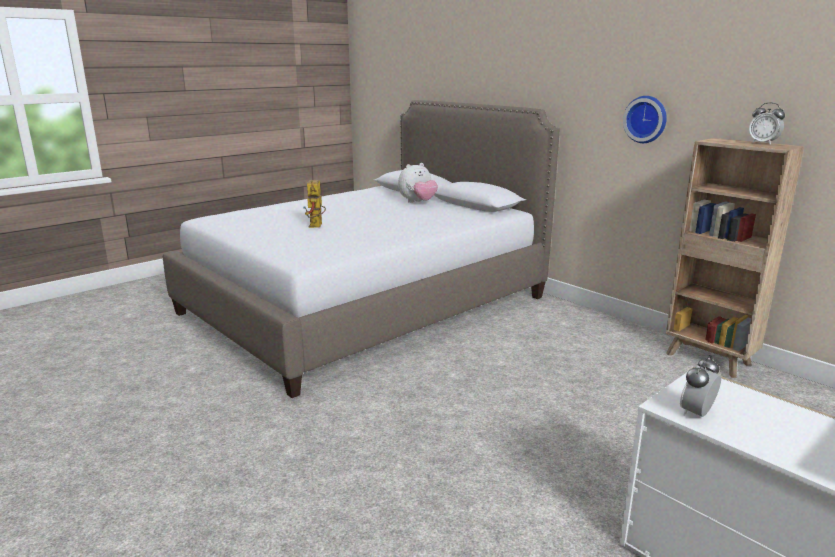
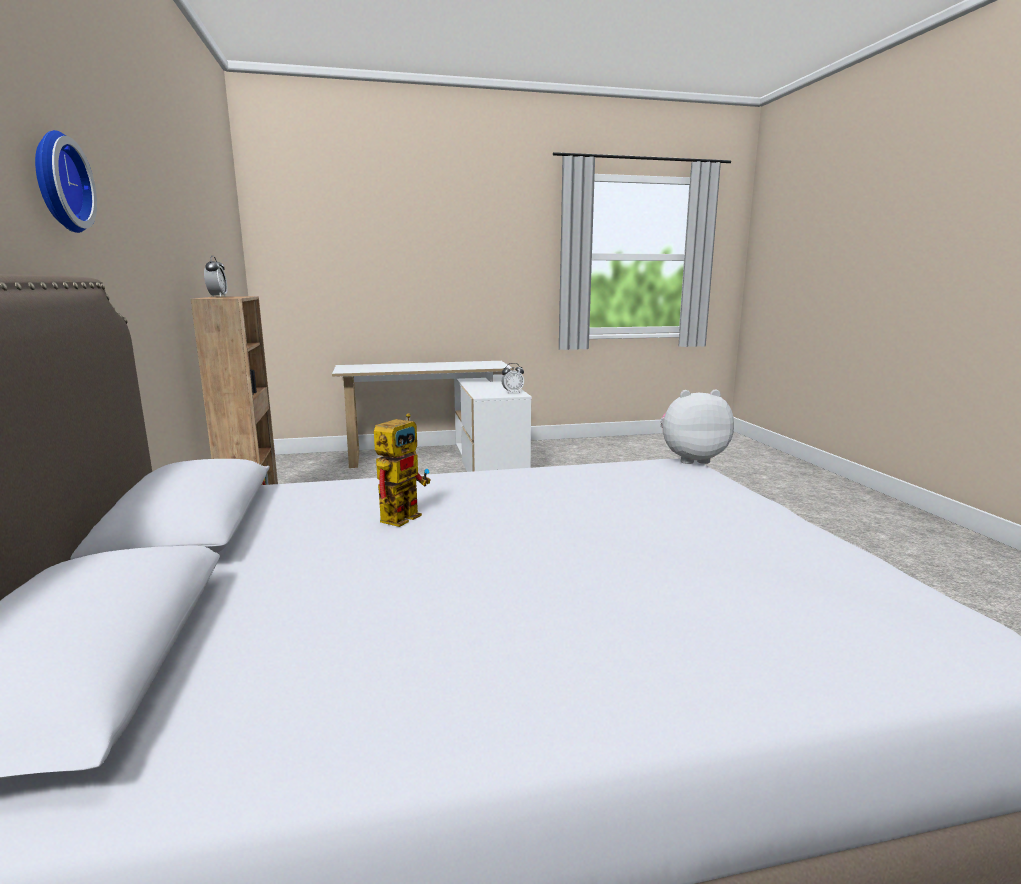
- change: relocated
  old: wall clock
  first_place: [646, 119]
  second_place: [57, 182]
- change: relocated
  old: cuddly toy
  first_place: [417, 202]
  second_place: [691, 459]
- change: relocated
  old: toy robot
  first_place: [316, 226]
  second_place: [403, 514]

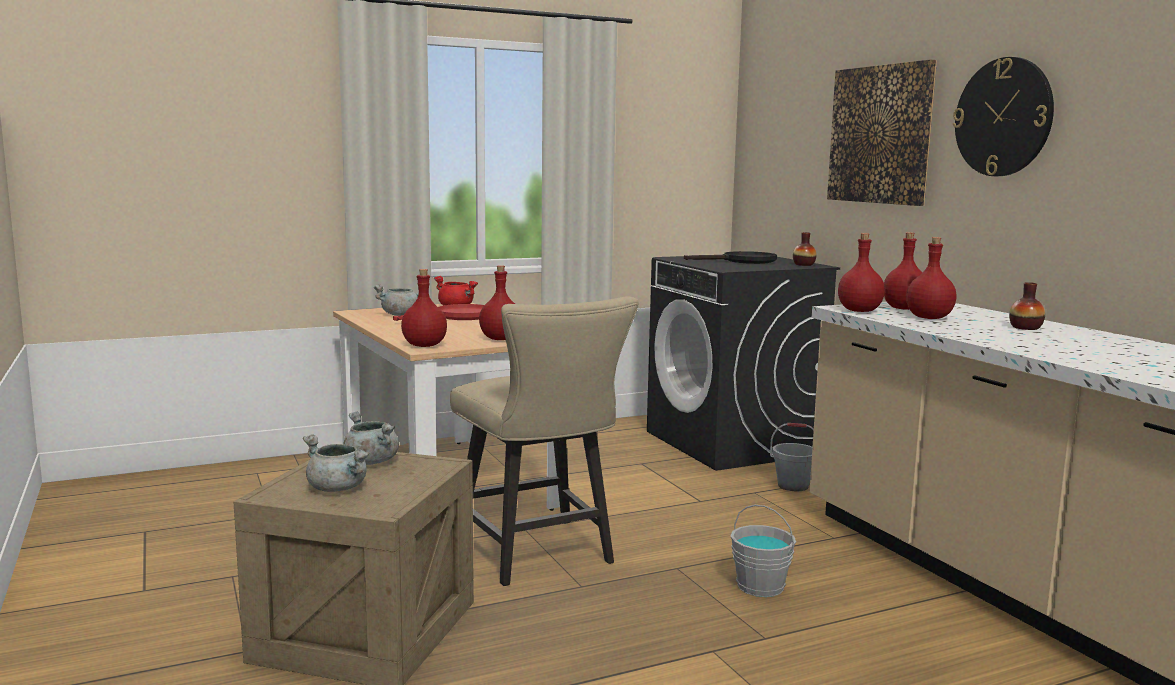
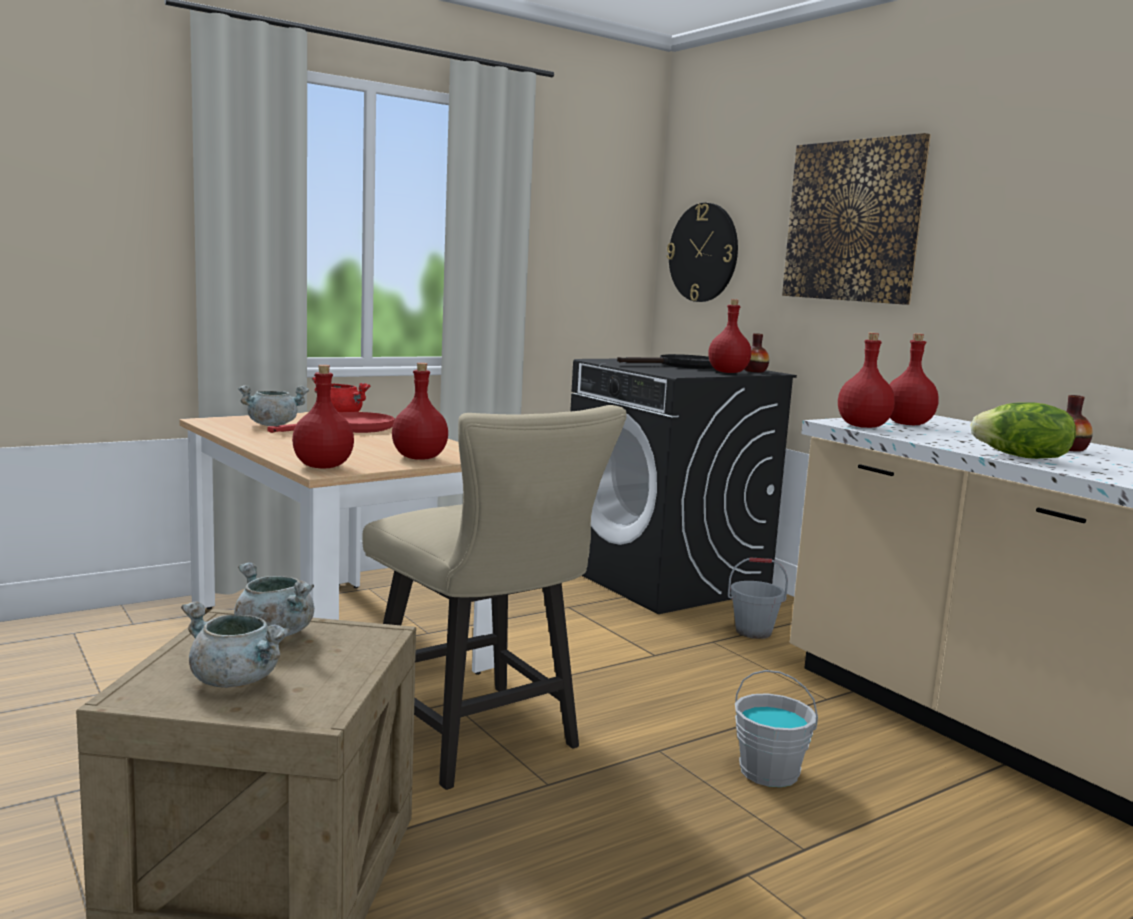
- change: relocated
  old: wall clock
  first_place: [1003, 117]
  second_place: [703, 252]
- change: relocated
  old: red beverage bottle
  first_place: [929, 318]
  second_place: [728, 372]
- change: appeared
  new: head of lettuce
  second_place: [1022, 457]

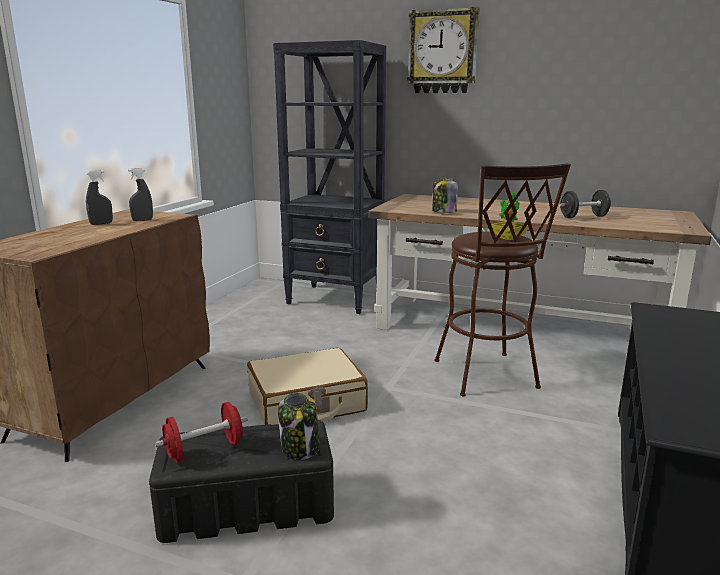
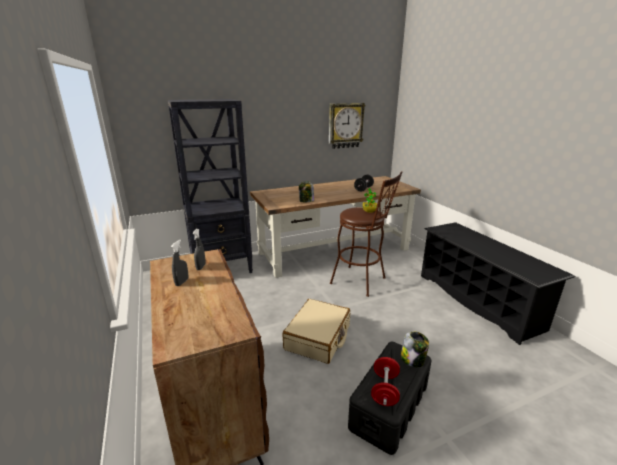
- change: relocated
  old: wall clock
  first_place: [443, 52]
  second_place: [345, 125]

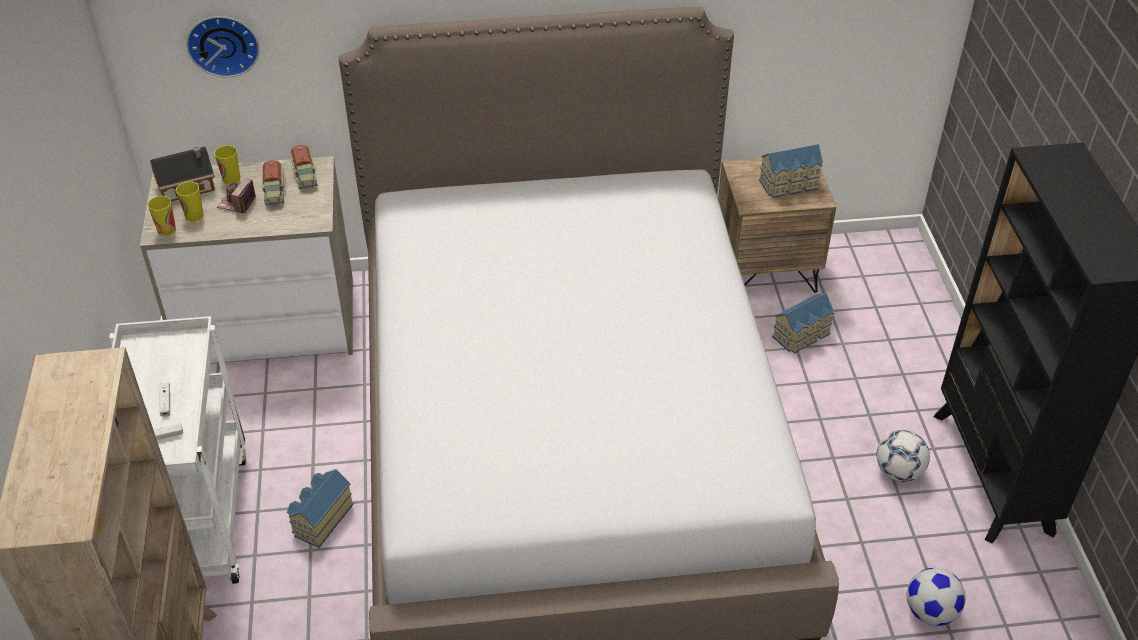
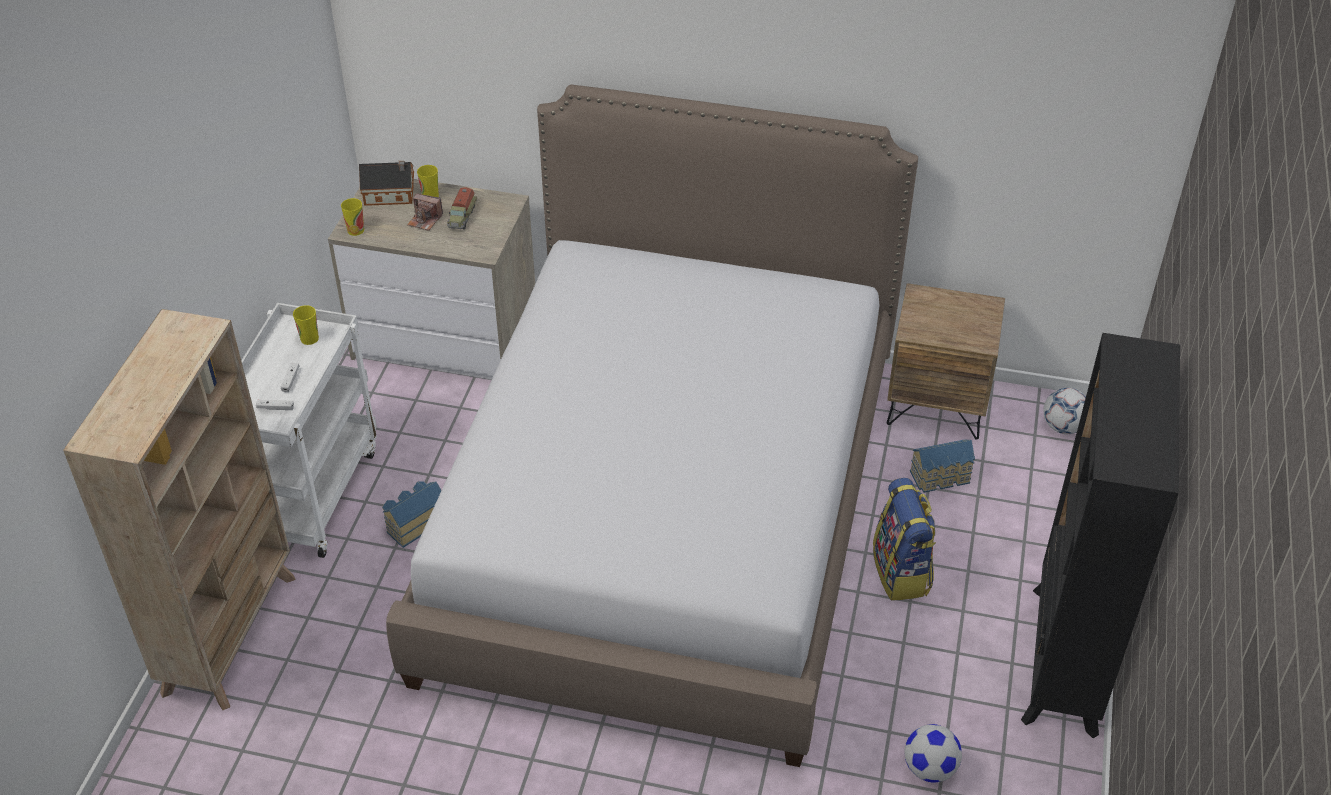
- change: missing
  old: wall clock
  first_place: [223, 43]
- change: missing
  old: model house
  first_place: [790, 184]
- change: missing
  old: toy lorry
  first_place: [305, 175]
- change: spun
  old: photo camera
  first_place: [237, 203]
  second_place: [425, 220]
  degrees: -105
- change: relocated
  old: drinking cup
  first_place: [194, 215]
  second_place: [309, 338]
- change: relocated
  old: ball for football
  first_place: [898, 472]
  second_place: [1063, 427]
- change: appeared
  new: knapsack
  second_place: [902, 572]

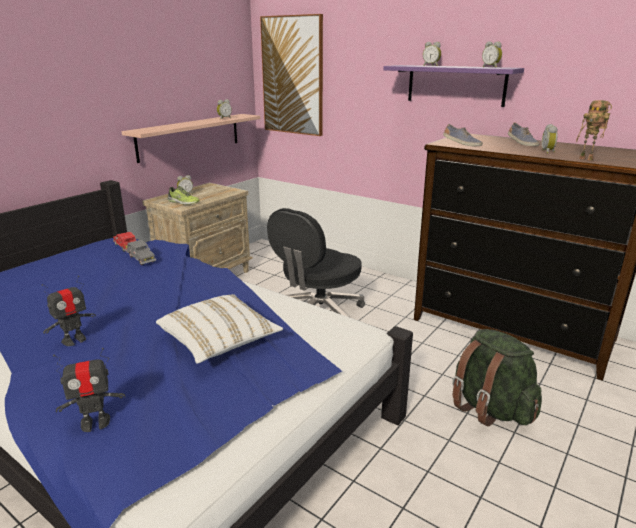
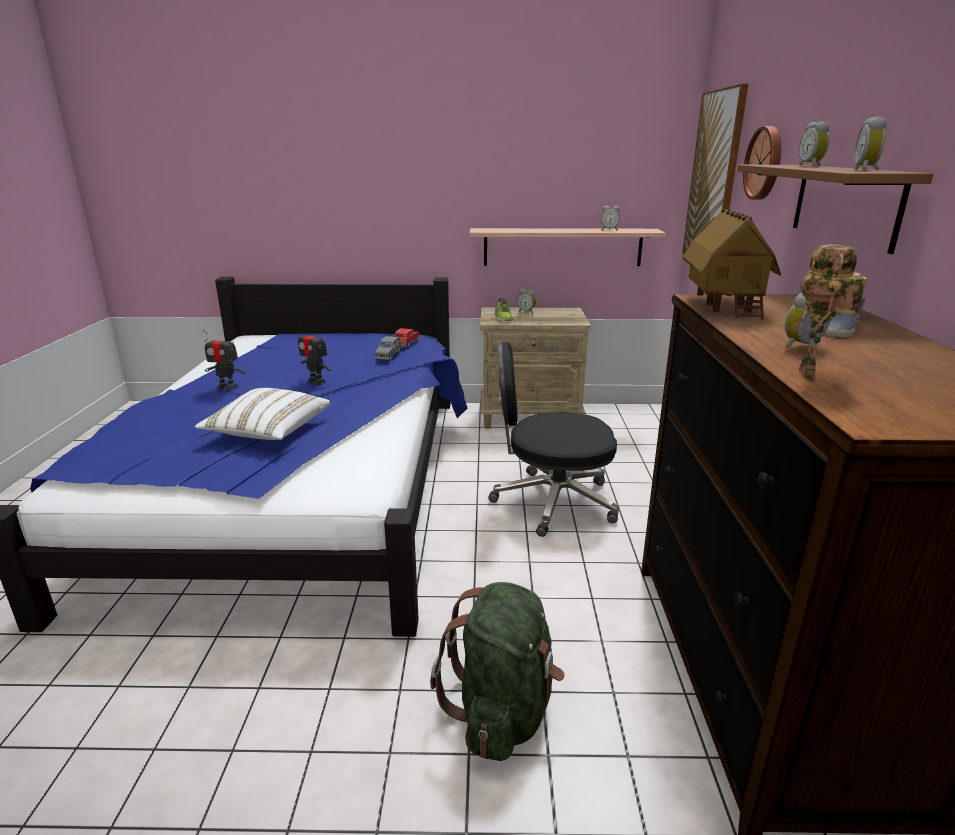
- change: colour
  old: purple bracket shelf
  new: brown-coloured bracket shelf
  first_place: [455, 85]
  second_place: [844, 204]
- change: exchanged
  old: item of footwear
  new: model house
  first_place: [461, 144]
  second_place: [722, 305]
- change: relocated
  old: toy robot
  first_place: [95, 423]
  second_place: [316, 381]
- change: appeared
  new: wall clock
  second_place: [765, 163]

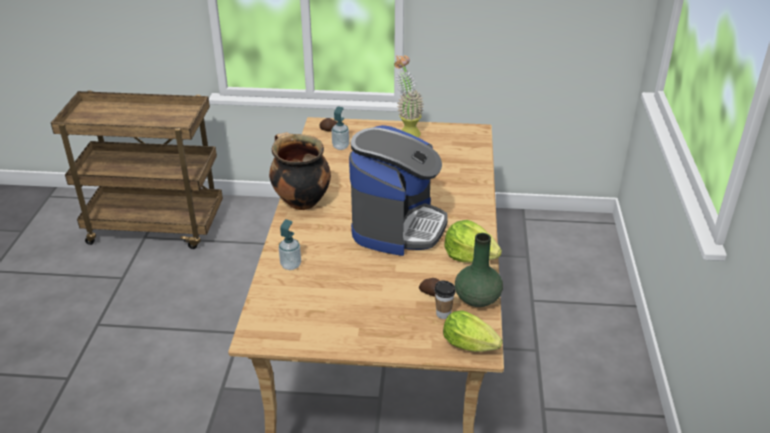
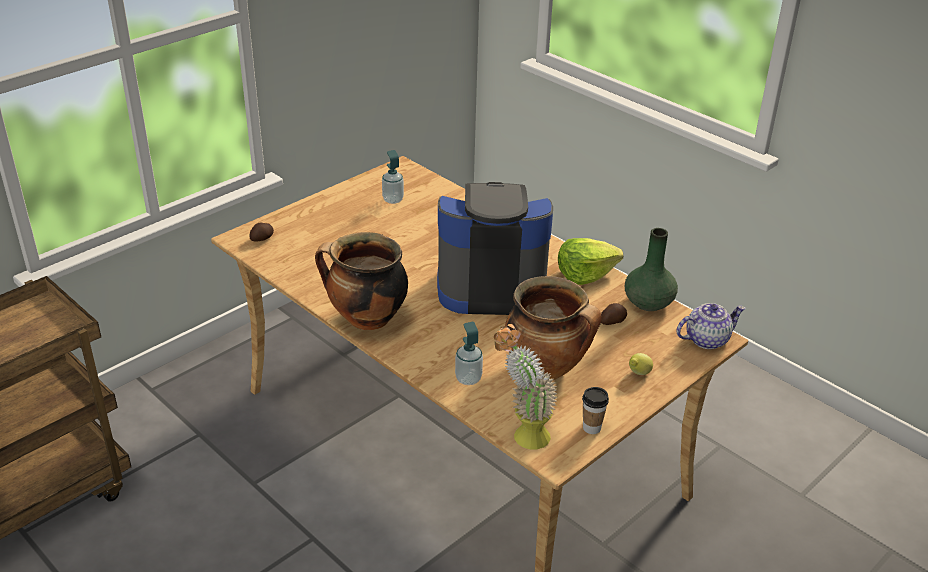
- change: relocated
  old: plant in a pot
  first_place: [406, 131]
  second_place: [522, 436]
- change: relocated
  old: soap dispenser
  first_place: [340, 146]
  second_place: [393, 200]
- change: spun
  old: coffee maker
  first_place: [397, 226]
  second_place: [491, 287]
  degrees: -60
- change: relocated
  old: drinking cup
  first_place: [443, 314]
  second_place: [591, 428]
- change: exchanged
  old: head of lettuce
  new: teapot
  first_place: [472, 346]
  second_place: [707, 339]
- change: appeared
  new: stockpot
  second_place: [547, 369]
- change: appeared
  new: lemon
  second_place: [638, 374]

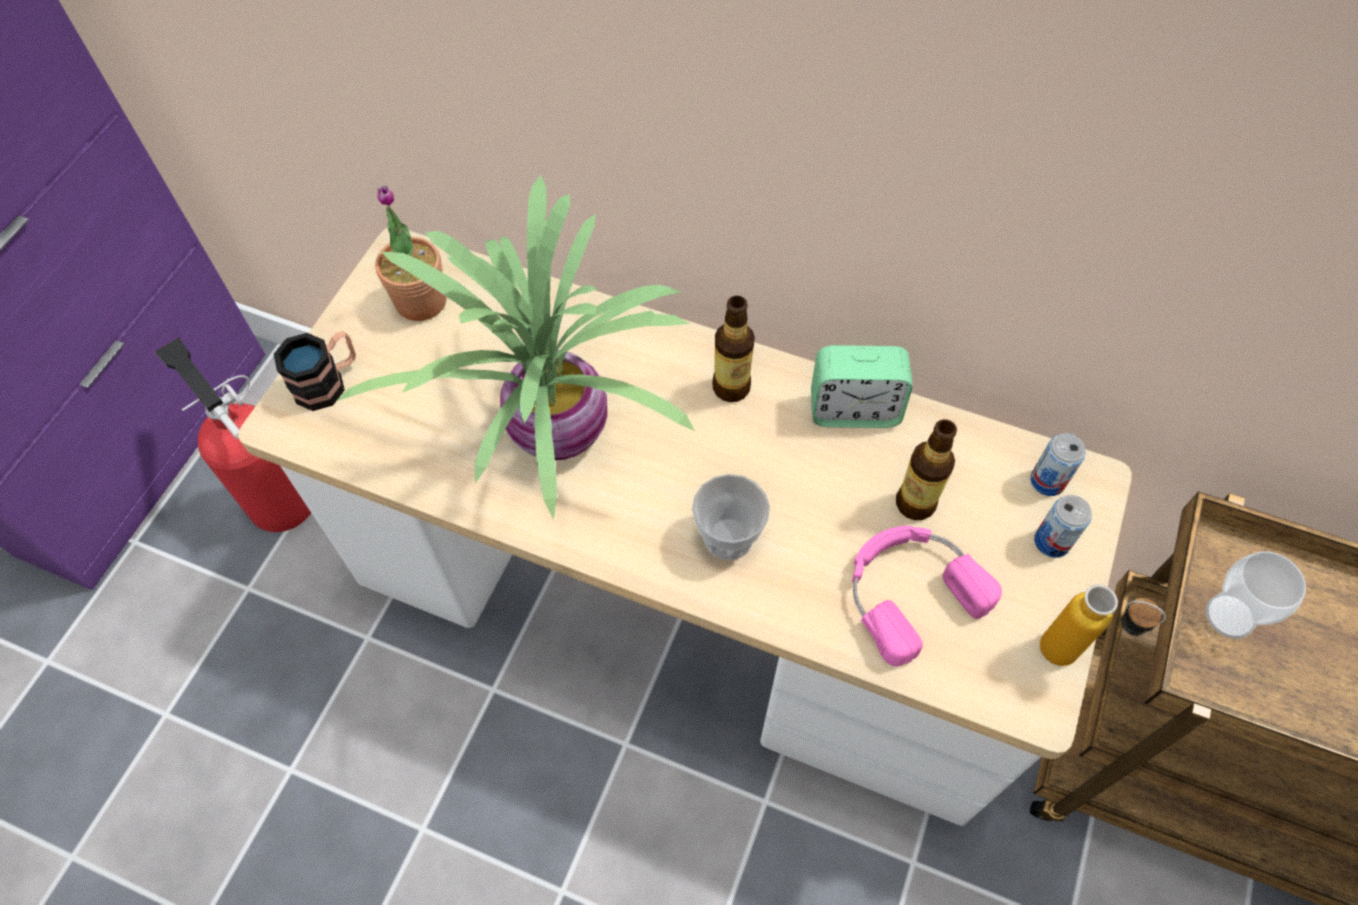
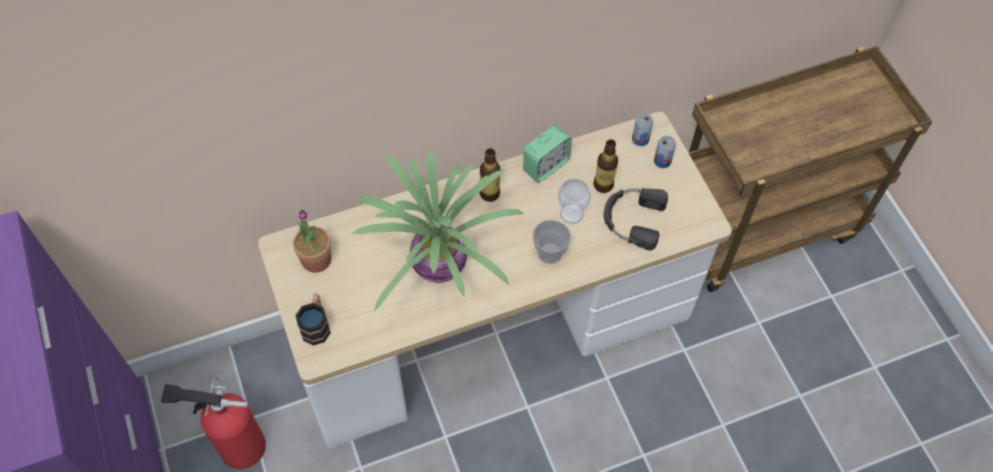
- change: colour
  old: pink-coloured pair of headphones
  new: black pair of headphones
  first_place: [909, 591]
  second_place: [632, 219]
- change: relocated
  old: drinking cup
  first_place: [1229, 616]
  second_place: [571, 214]
- change: missing
  old: beverage bottle
  first_place: [1074, 656]

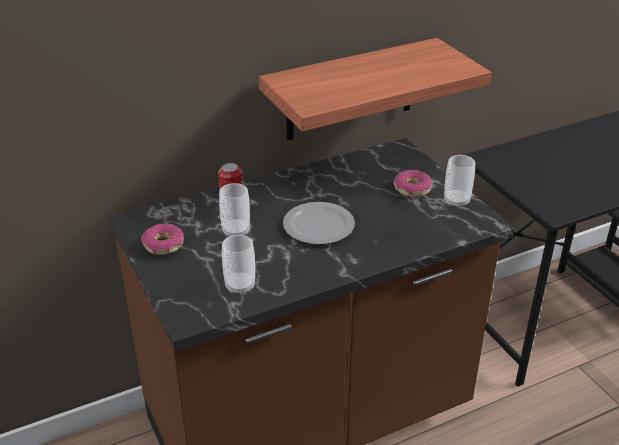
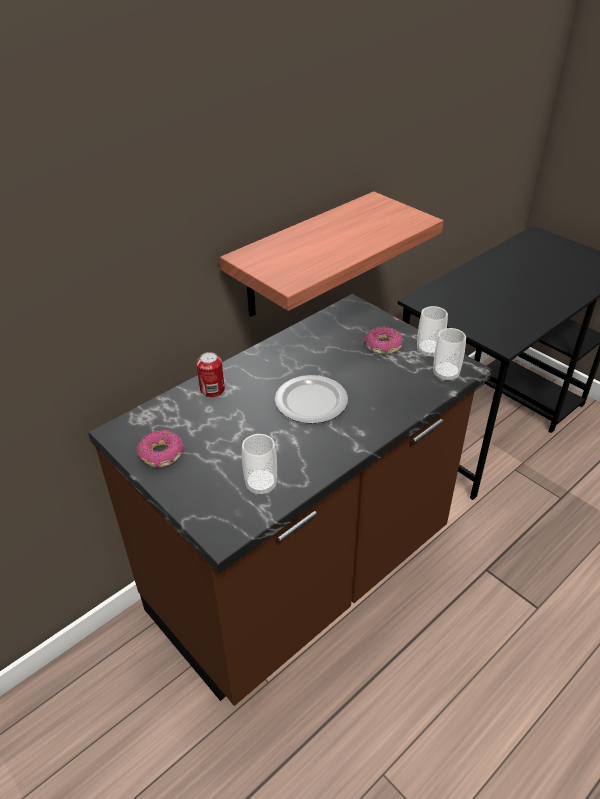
- change: relocated
  old: drinking cup
  first_place: [236, 231]
  second_place: [445, 374]

